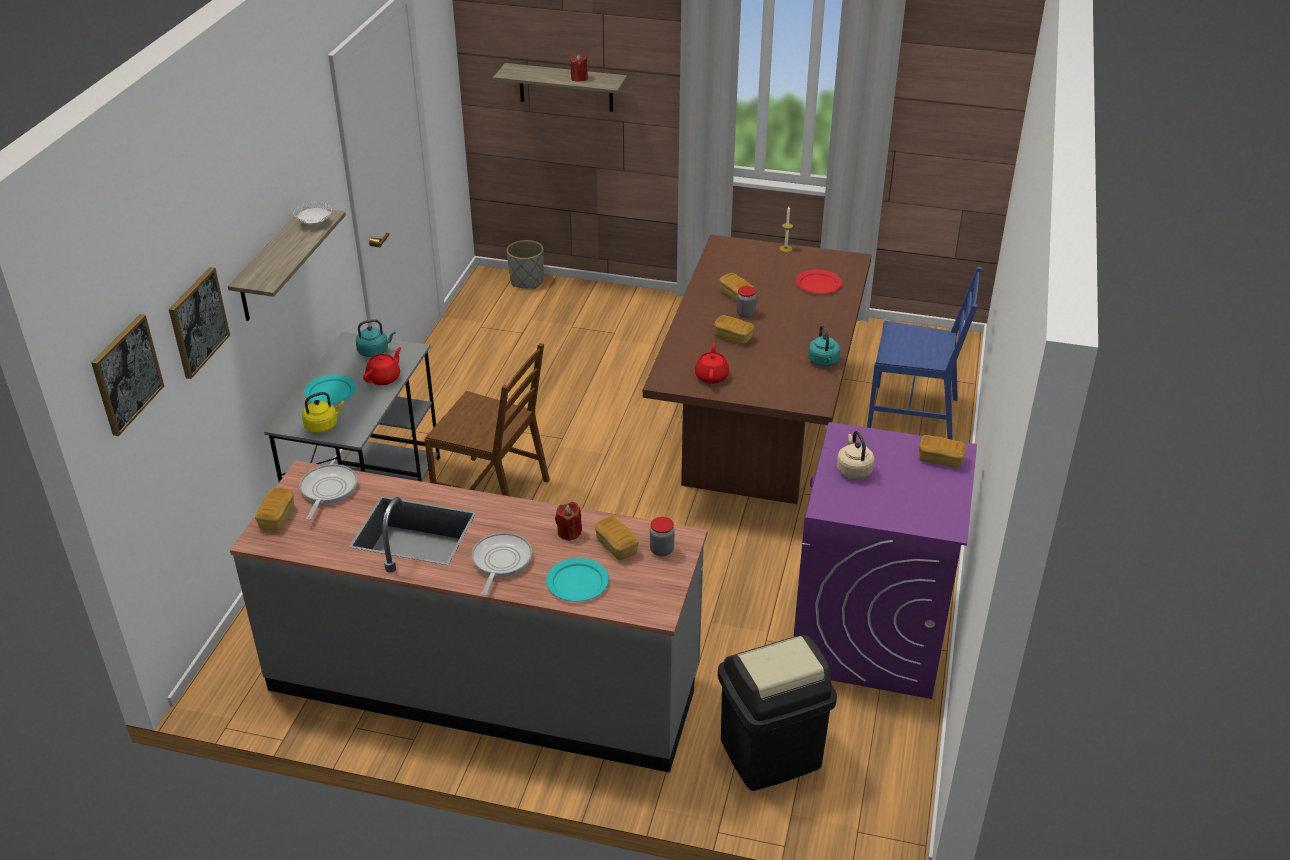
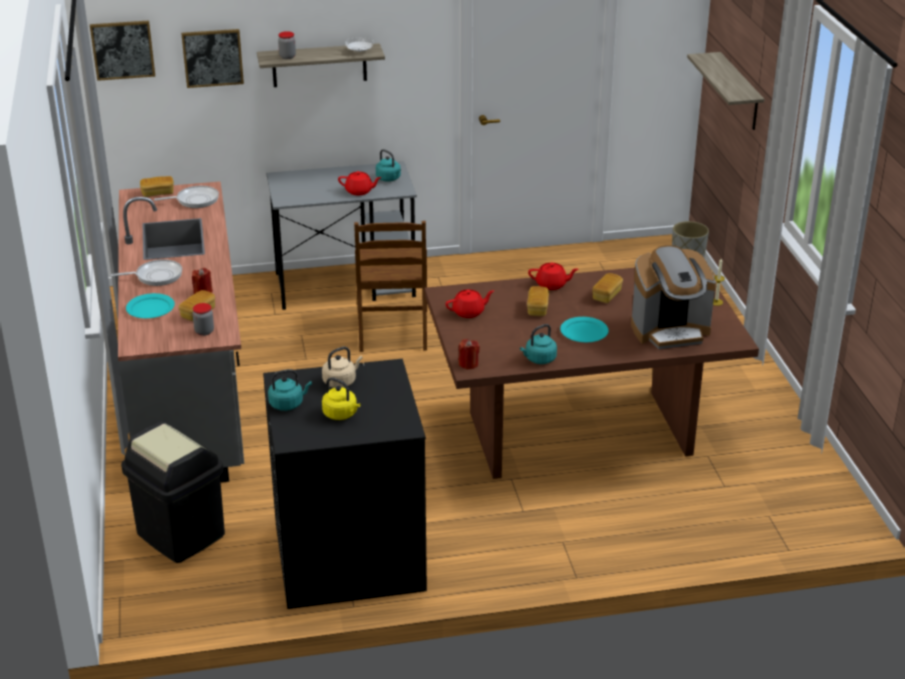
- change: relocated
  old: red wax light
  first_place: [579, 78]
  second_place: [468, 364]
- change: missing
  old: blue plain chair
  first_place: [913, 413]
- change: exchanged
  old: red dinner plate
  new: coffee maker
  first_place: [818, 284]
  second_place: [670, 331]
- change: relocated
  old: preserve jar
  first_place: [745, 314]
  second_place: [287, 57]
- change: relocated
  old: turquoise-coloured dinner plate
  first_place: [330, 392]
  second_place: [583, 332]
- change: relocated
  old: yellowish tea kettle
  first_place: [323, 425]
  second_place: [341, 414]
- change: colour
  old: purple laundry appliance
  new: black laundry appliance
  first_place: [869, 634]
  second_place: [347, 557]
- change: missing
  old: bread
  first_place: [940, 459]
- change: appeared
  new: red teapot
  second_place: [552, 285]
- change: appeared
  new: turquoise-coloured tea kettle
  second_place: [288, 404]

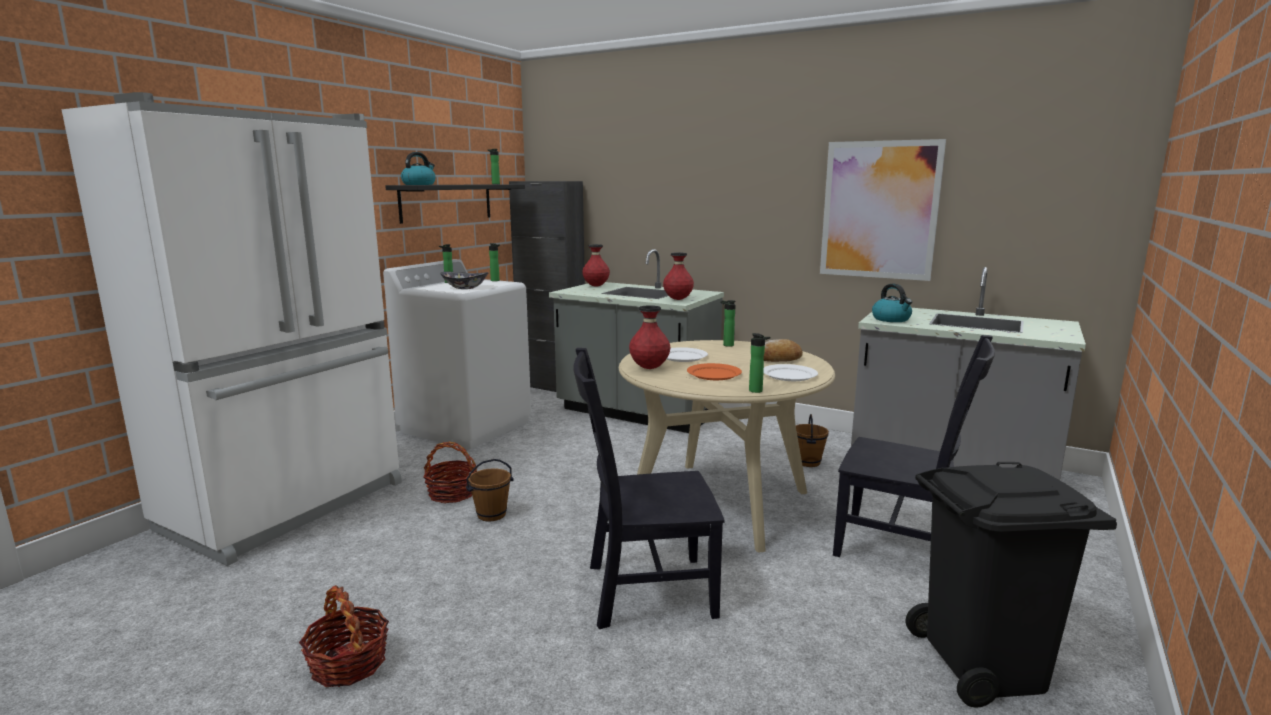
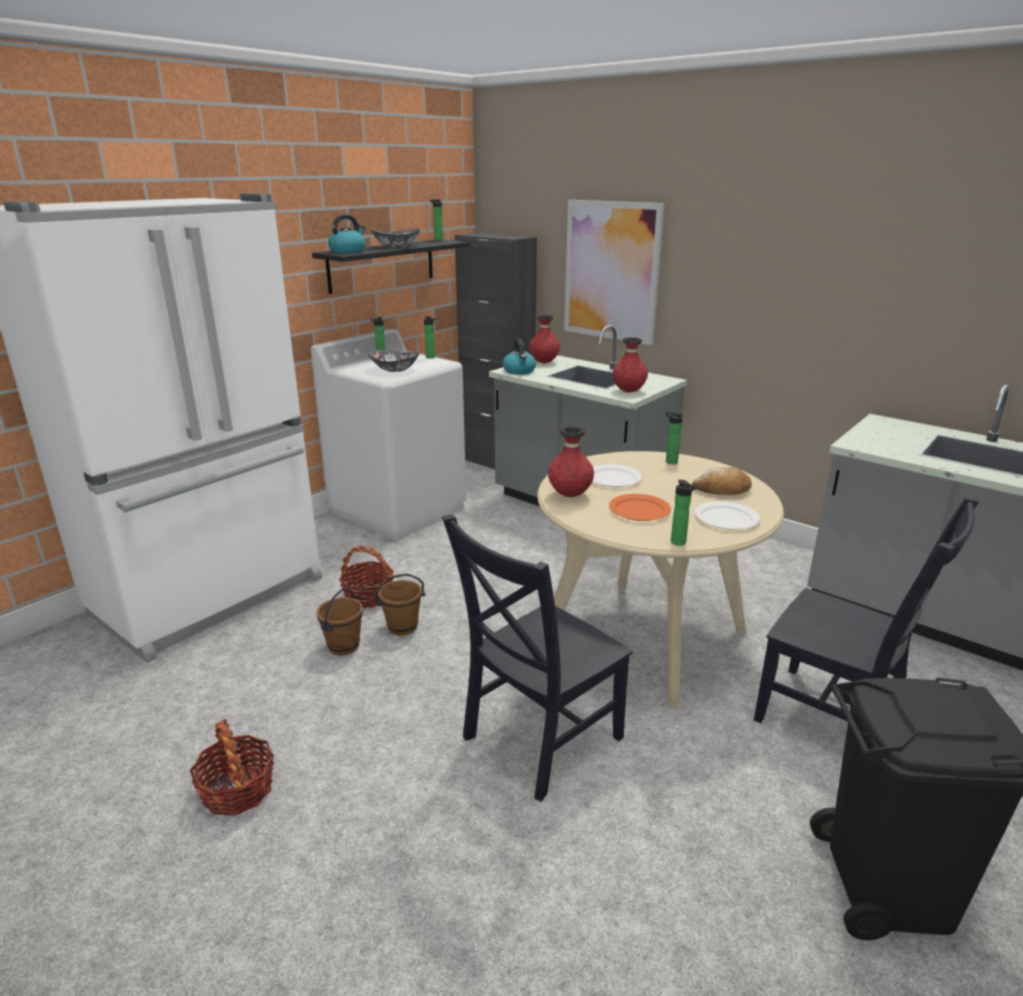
- change: relocated
  old: wall art
  first_place: [879, 210]
  second_place: [611, 271]
- change: relocated
  old: tea kettle
  first_place: [891, 319]
  second_place: [519, 371]
- change: spun
  old: black plain chair
  first_place: [644, 590]
  second_place: [537, 741]
  degrees: -45
- change: relocated
  old: brown-coloured water bucket
  first_place: [808, 462]
  second_place: [344, 647]
- change: appeared
  new: deep dish
  second_place: [396, 246]

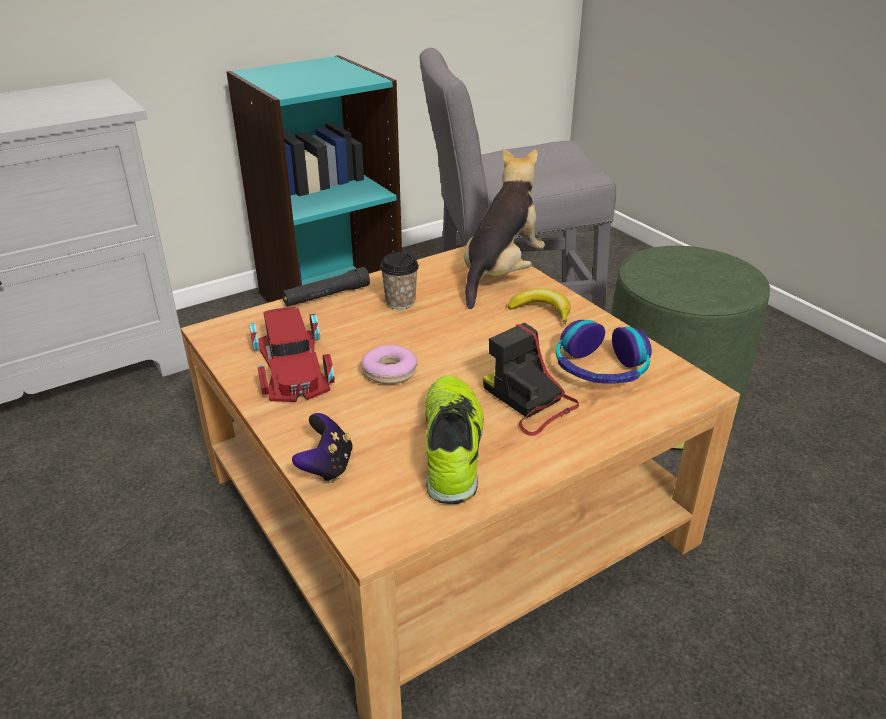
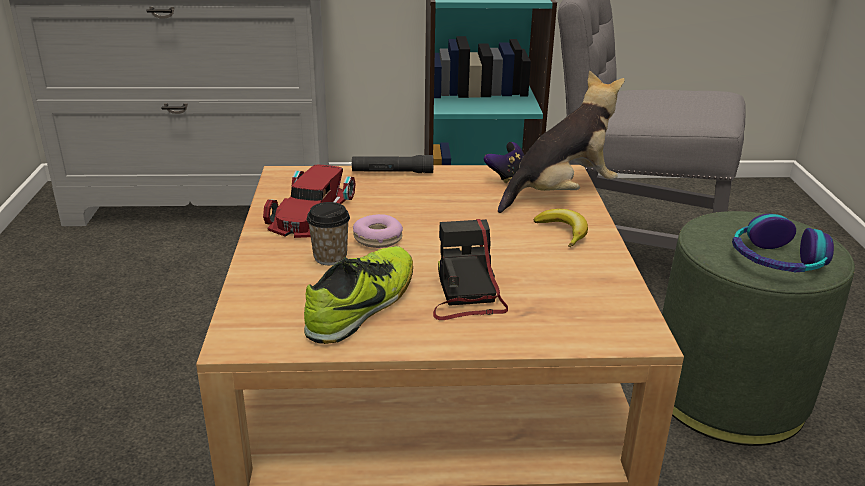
- change: relocated
  old: drinking cup
  first_place: [400, 302]
  second_place: [330, 257]
- change: relocated
  old: pair of headphones
  first_place: [600, 369]
  second_place: [776, 261]
- change: relocated
  old: joypad
  first_place: [327, 467]
  second_place: [507, 177]

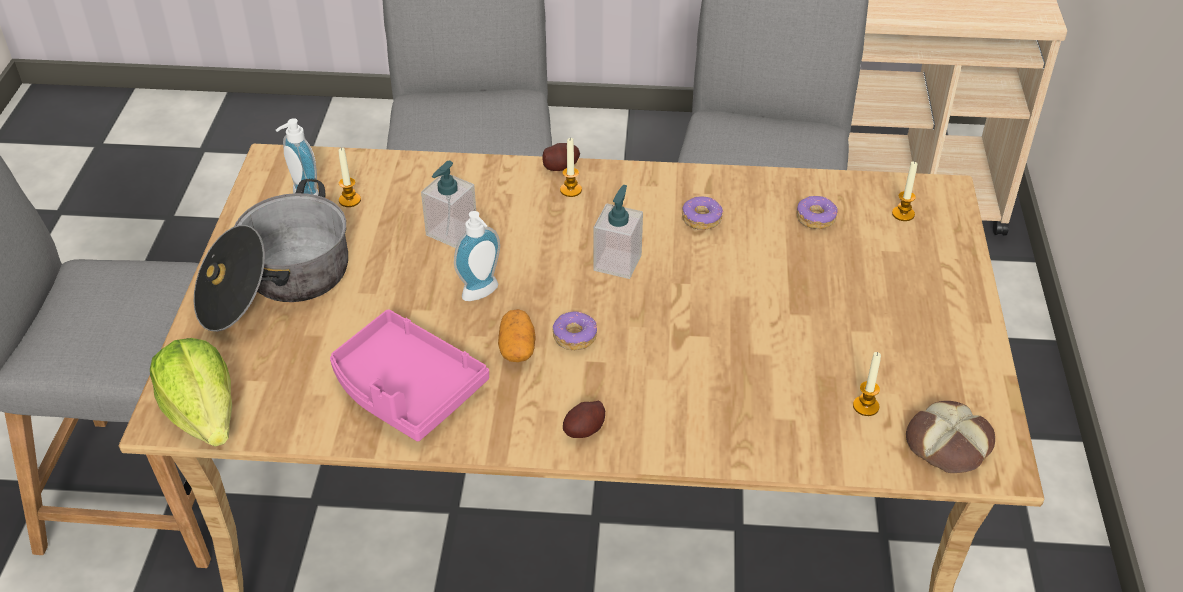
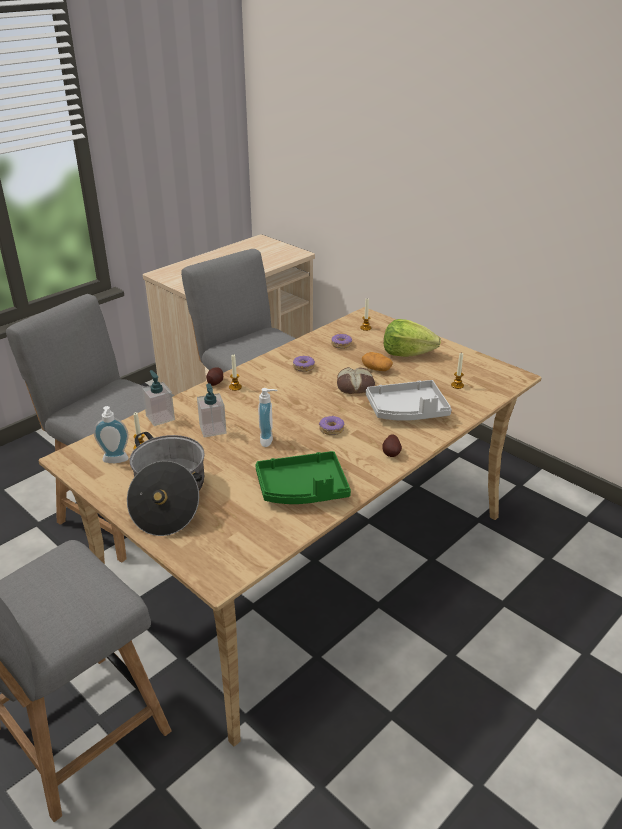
- change: relocated
  old: soap dispenser
  first_place: [617, 262]
  second_place: [160, 417]
- change: relocated
  old: potato
  first_place: [517, 348]
  second_place: [376, 369]
- change: colour
  old: pink-coloured serving tray
  new: greenish serving tray
  first_place: [405, 389]
  second_place: [303, 489]
- change: relocated
  old: head of lettuce
  first_place: [204, 416]
  second_place: [407, 353]
- change: relocated
  old: bread
  first_place: [949, 445]
  second_place: [355, 385]
- change: appeared
  new: greyish serving tray
  second_place: [407, 411]

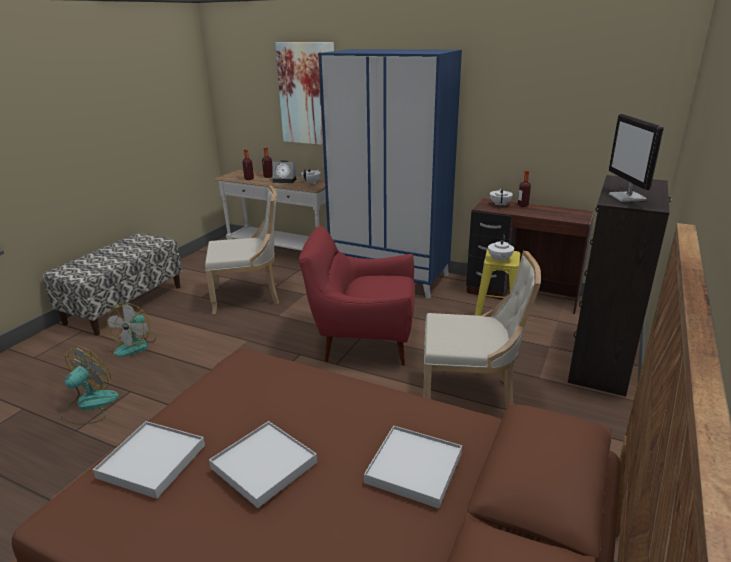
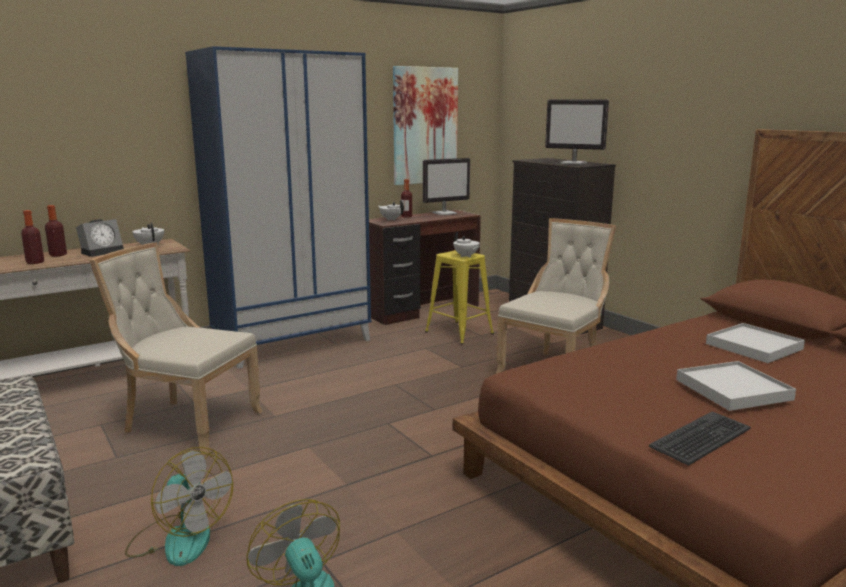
- change: relocated
  old: wall art
  first_place: [308, 94]
  second_place: [425, 126]
- change: spun
  old: beige-coloured plain chair
  first_place: [249, 296]
  second_place: [187, 423]
  degrees: -90
- change: missing
  old: red armchair
  first_place: [362, 341]
- change: exchanged
  old: white serving tray
  new: PC keyboard
  first_place: [151, 461]
  second_place: [702, 438]
- change: appeared
  new: monitor
  second_place: [445, 213]

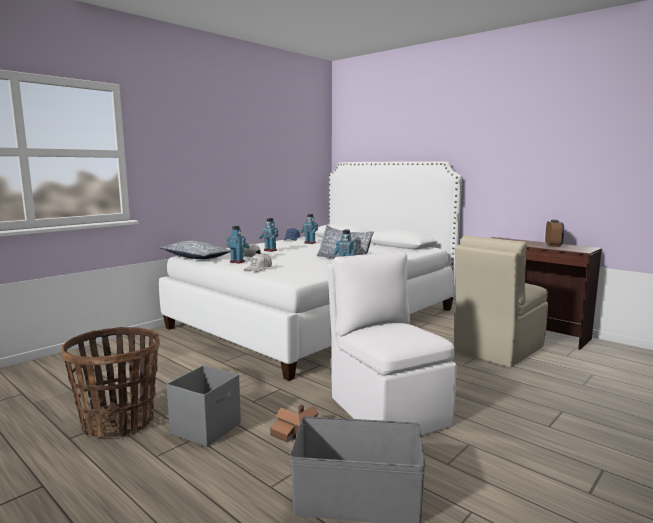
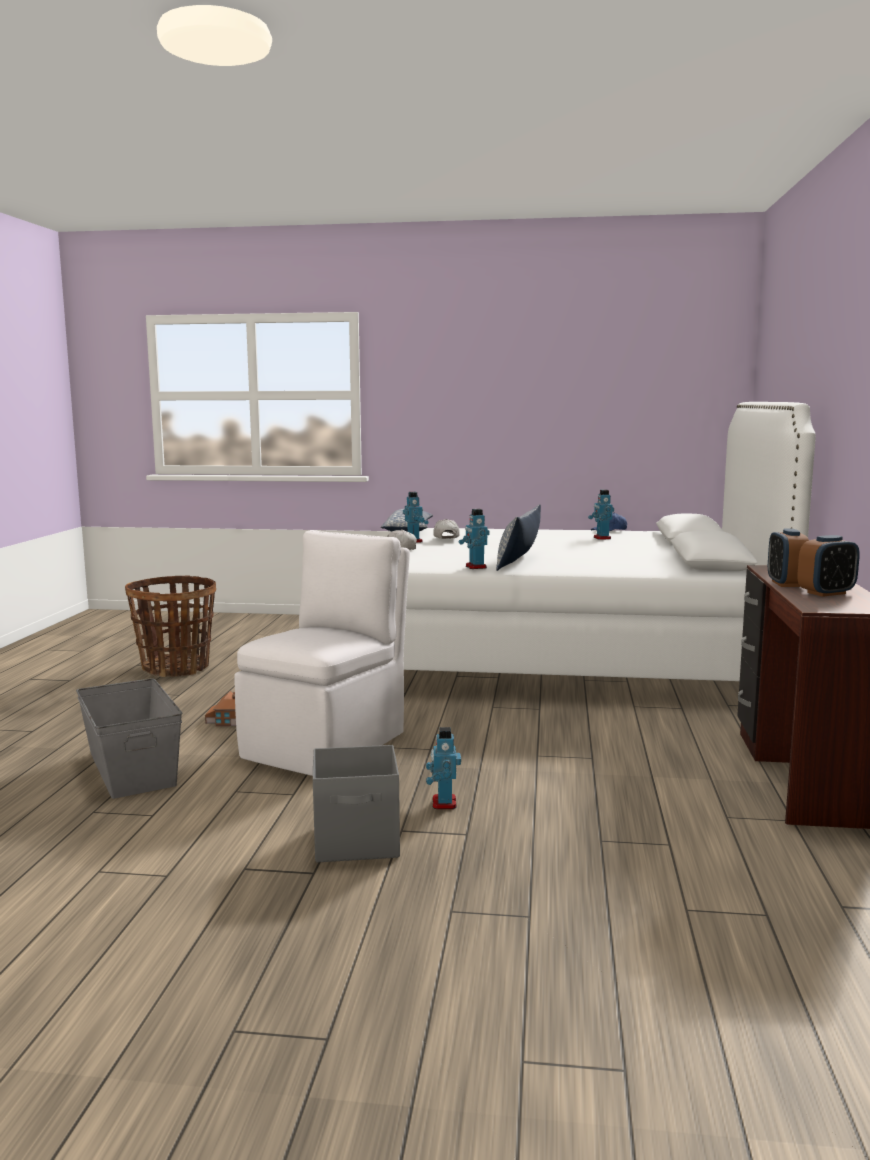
- change: relocated
  old: toy robot
  first_place: [270, 250]
  second_place: [443, 803]
- change: missing
  old: beige-coloured plain chair
  first_place: [497, 349]
- change: relocated
  old: greyish storage box
  first_place: [207, 428]
  second_place: [358, 842]
- change: appeared
  new: table clock
  second_place: [785, 584]

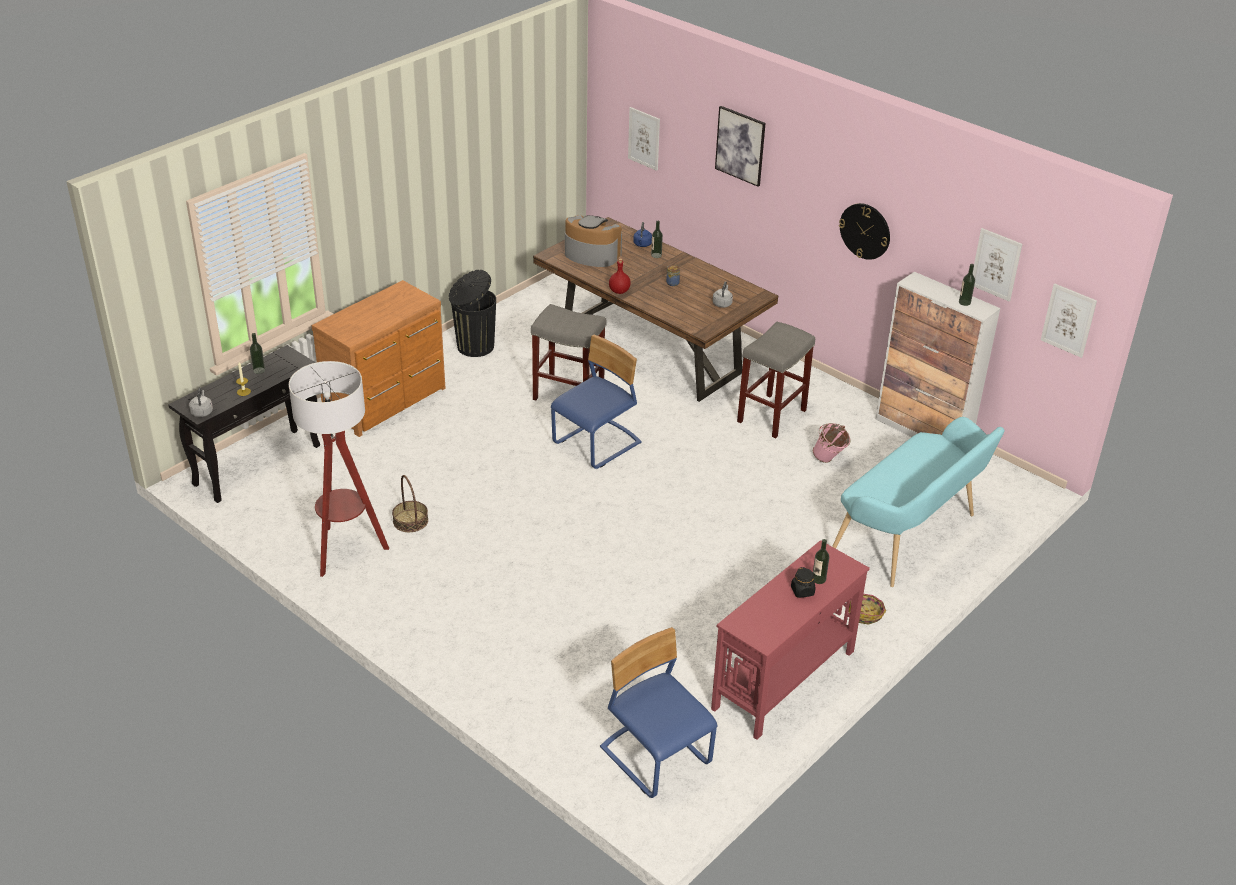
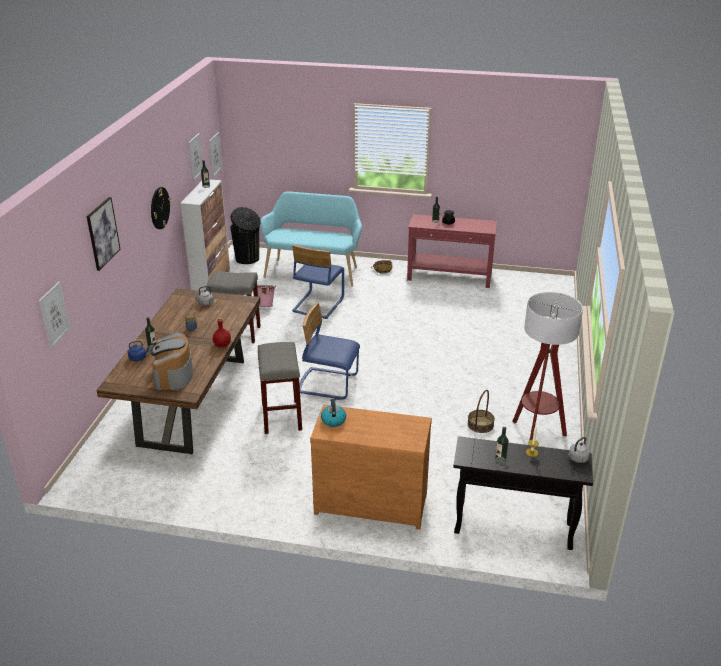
- change: relocated
  old: black rubbish bin
  first_place: [474, 347]
  second_place: [248, 259]
- change: relocated
  old: blue plain chair
  first_place: [656, 756]
  second_place: [318, 304]
- change: appeared
  new: tea kettle
  second_place: [333, 420]

